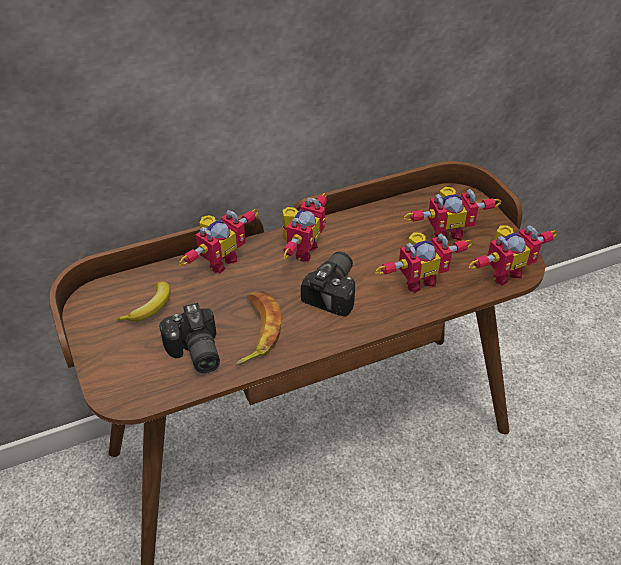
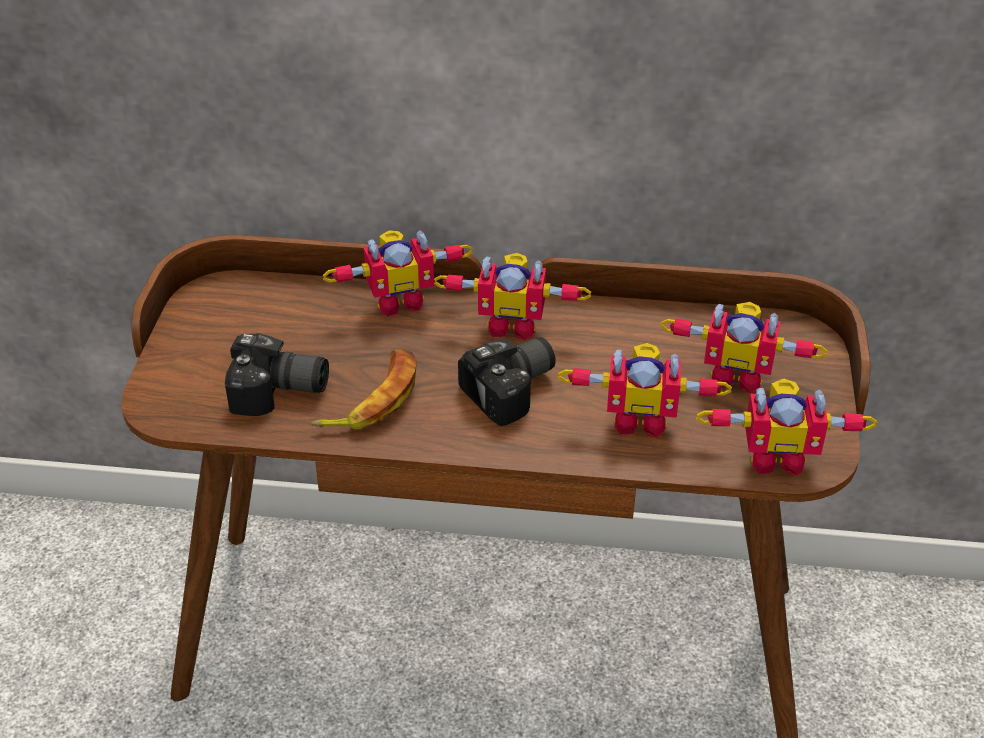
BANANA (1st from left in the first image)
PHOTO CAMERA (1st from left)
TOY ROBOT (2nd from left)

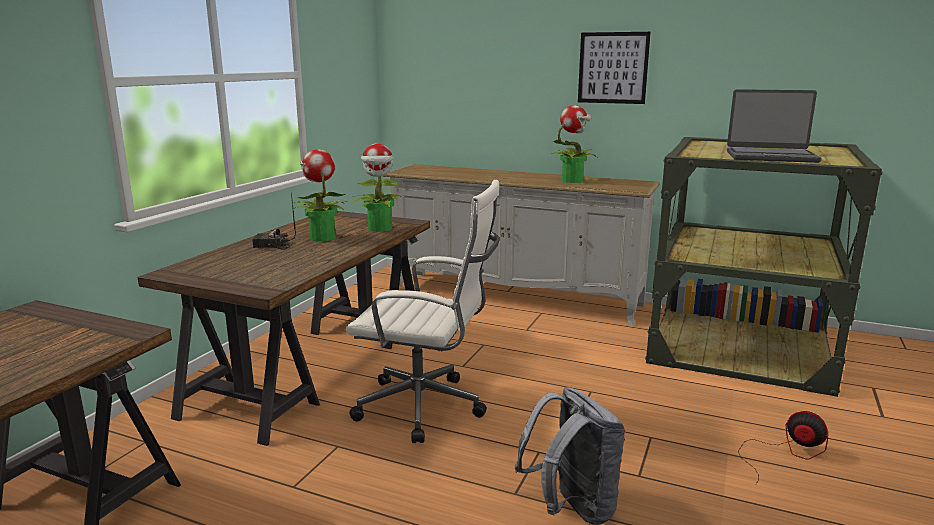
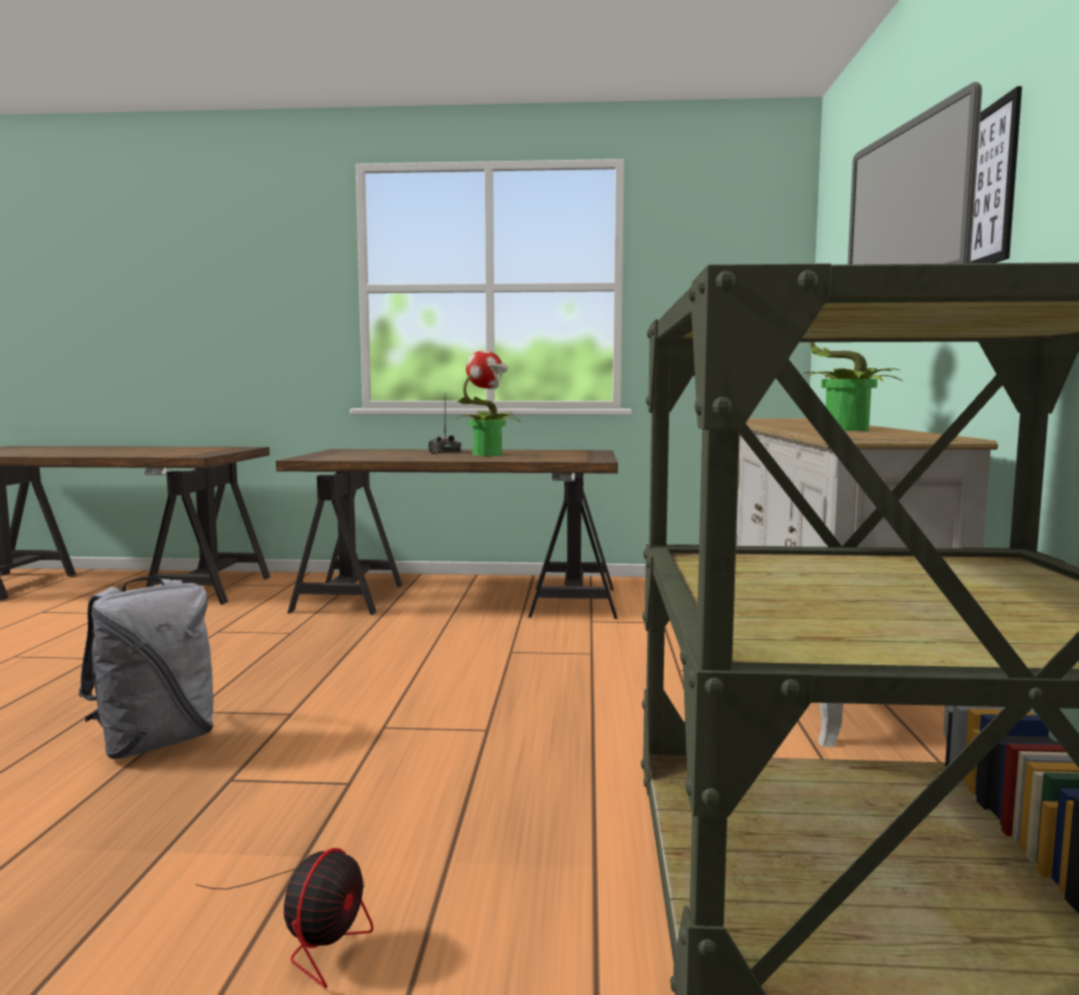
WHITE OFFICE CHAIR
POTTED PLANT (2nd from left in the first image)

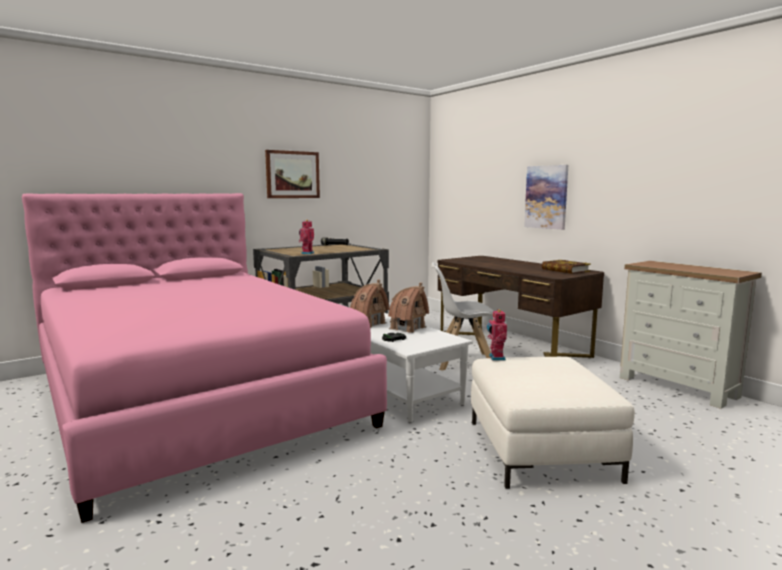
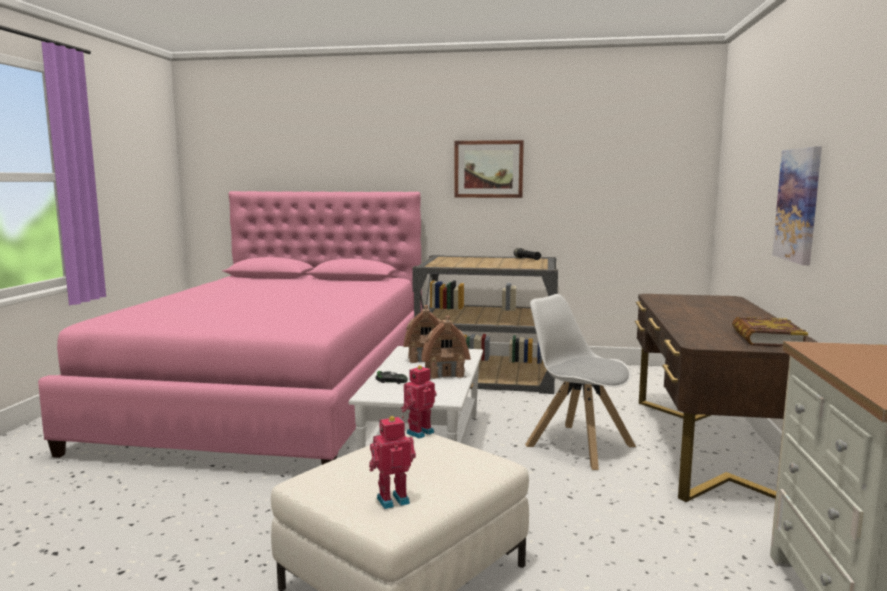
TOY ROBOT (1st from left)

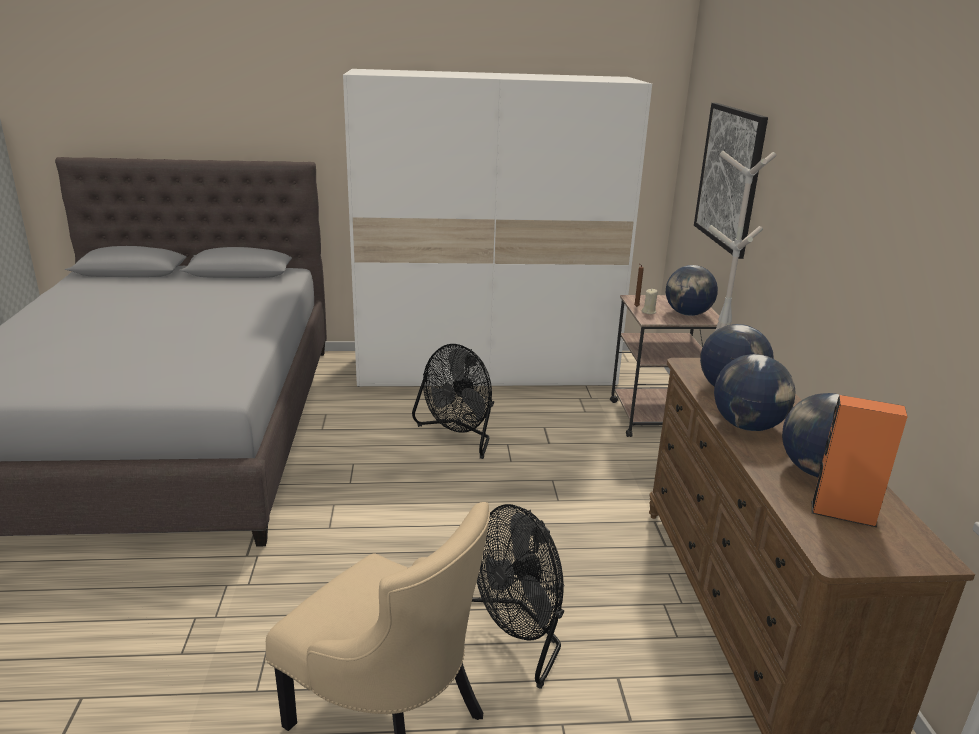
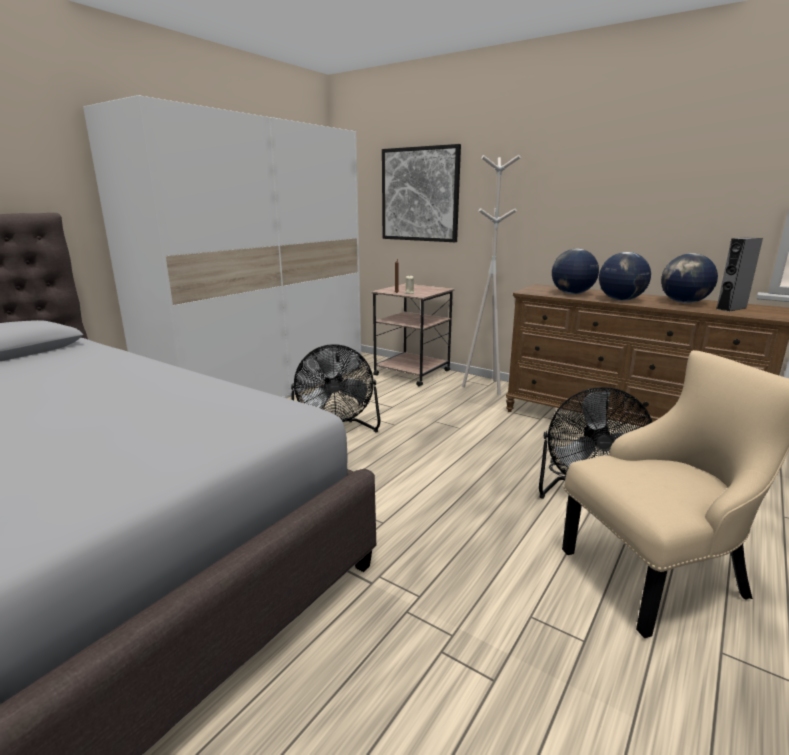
GLOBE (1st from left in the first image)
GREY SPEAKER

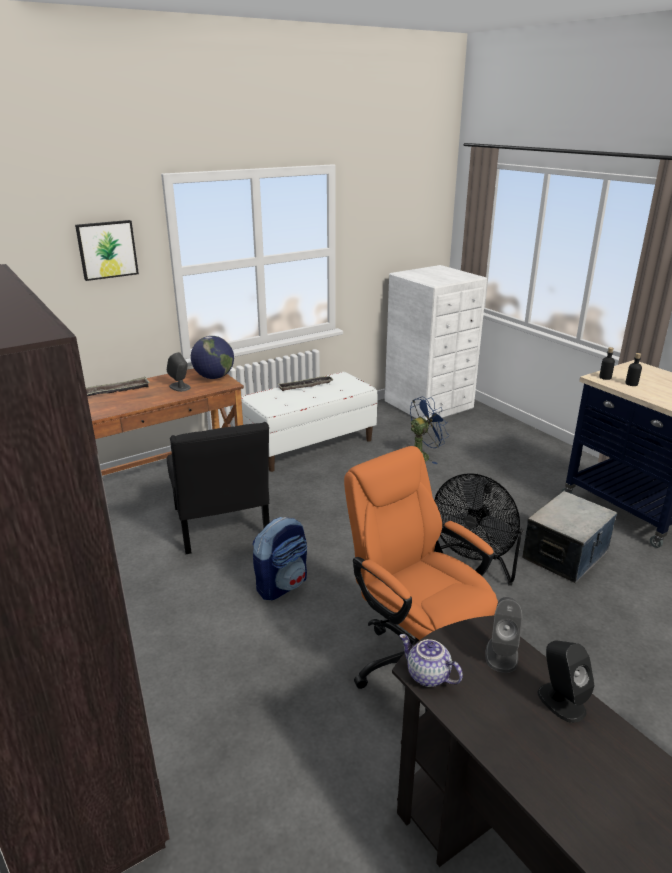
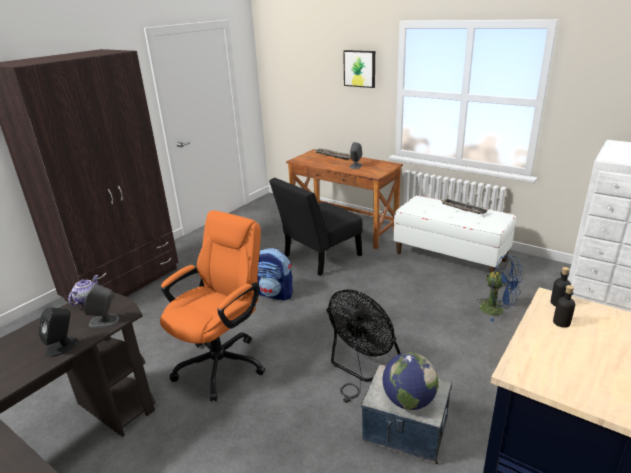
GLOBE
BLACK FAN

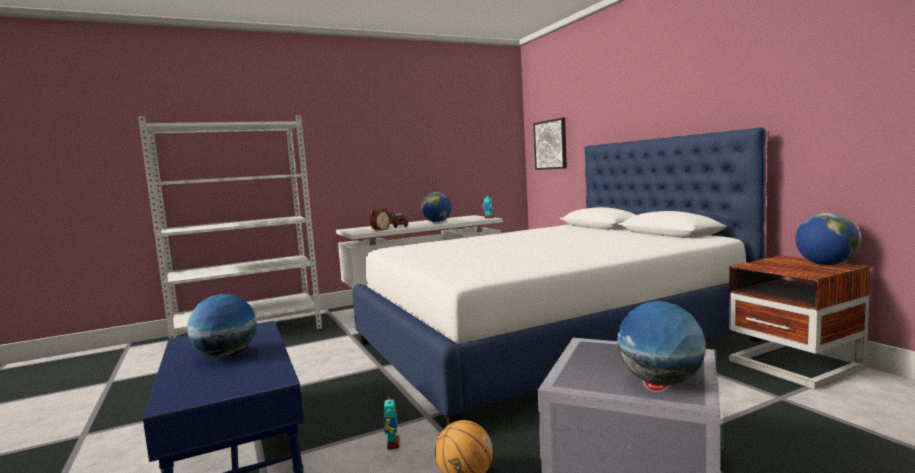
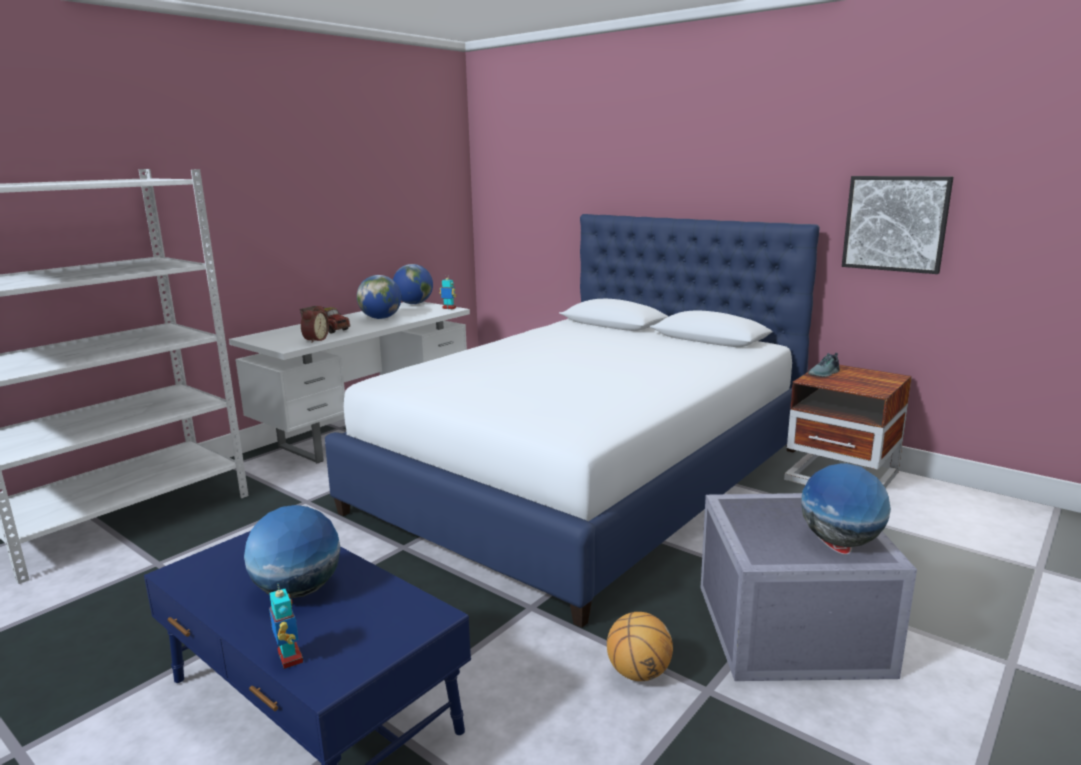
TOY ROBOT (1st from left)
PICTURE
GLOBE (3rd from left)
SHOE

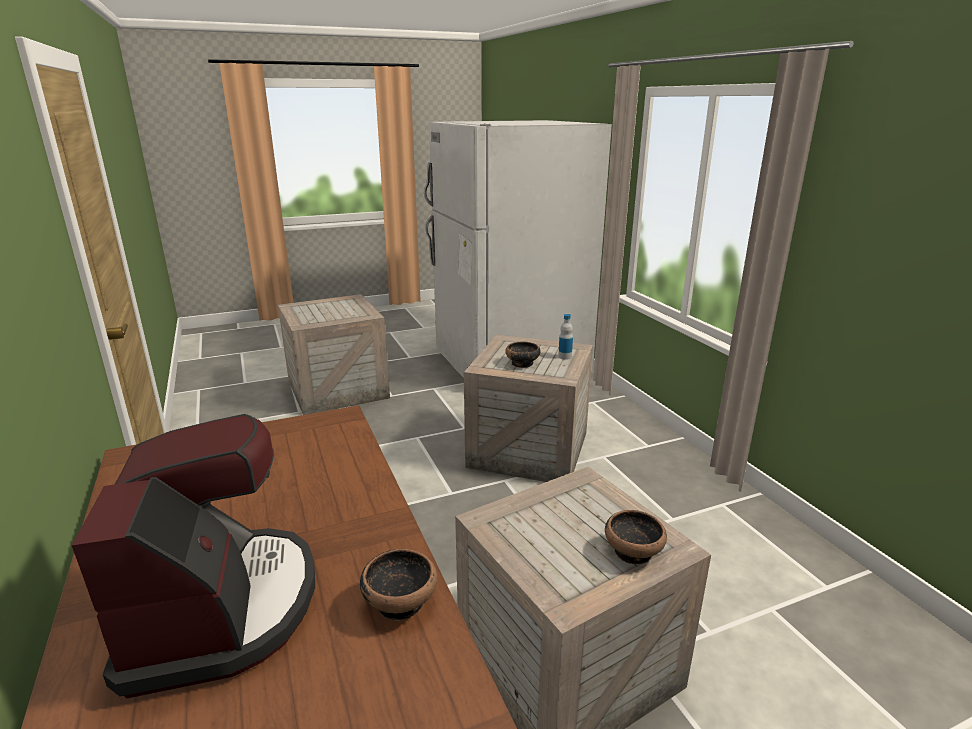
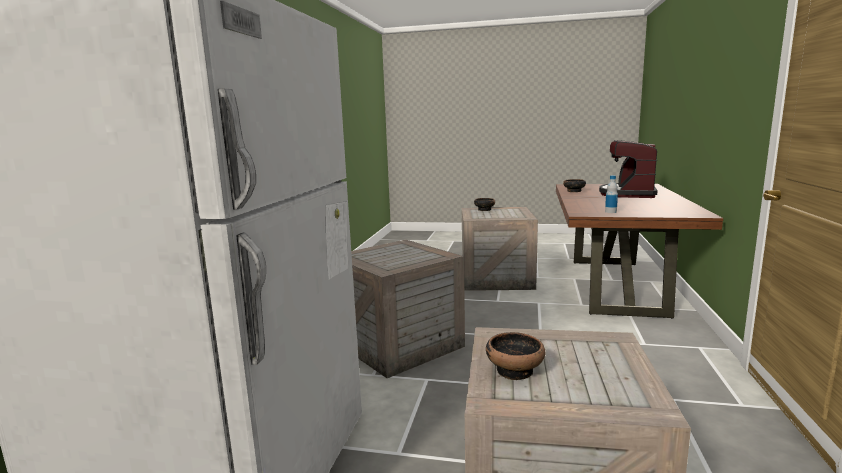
BOWL (2nd from left)
BOTTLE

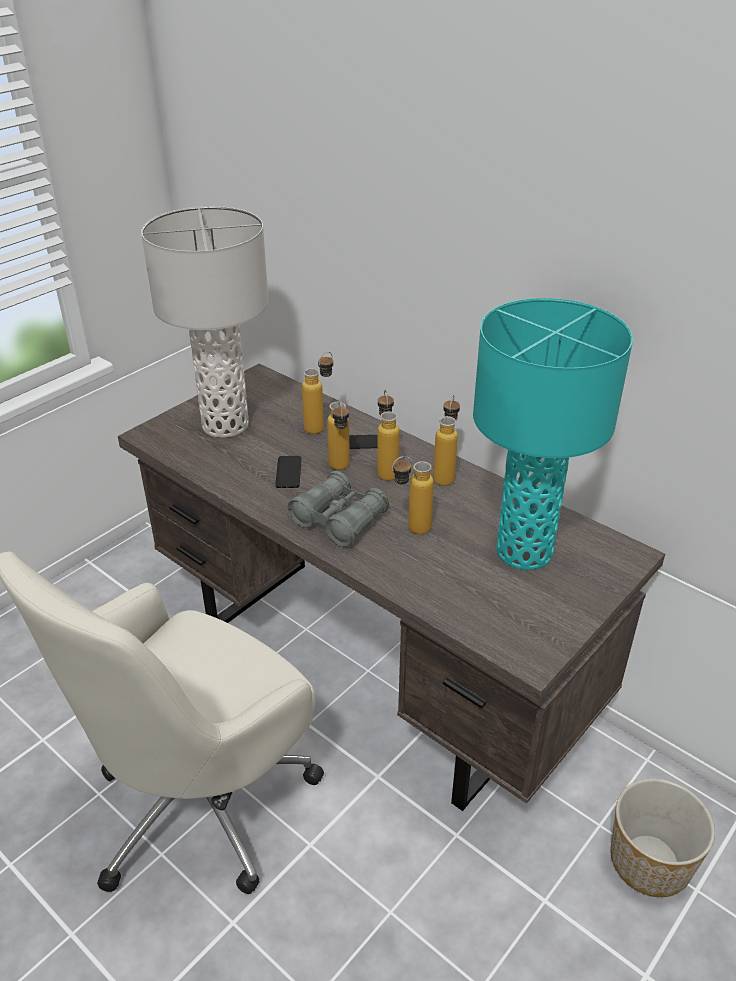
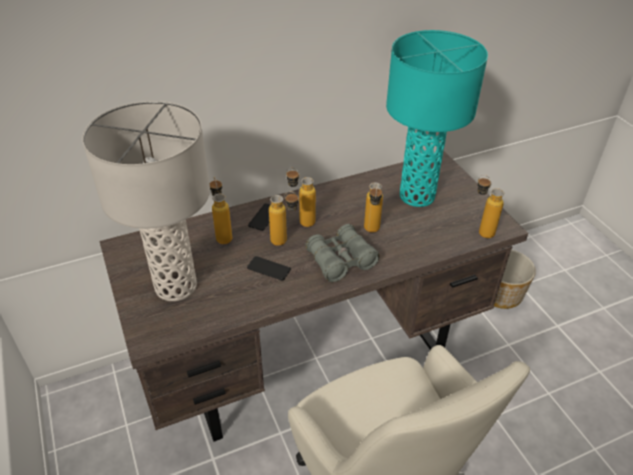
BOTTLE (5th from left)

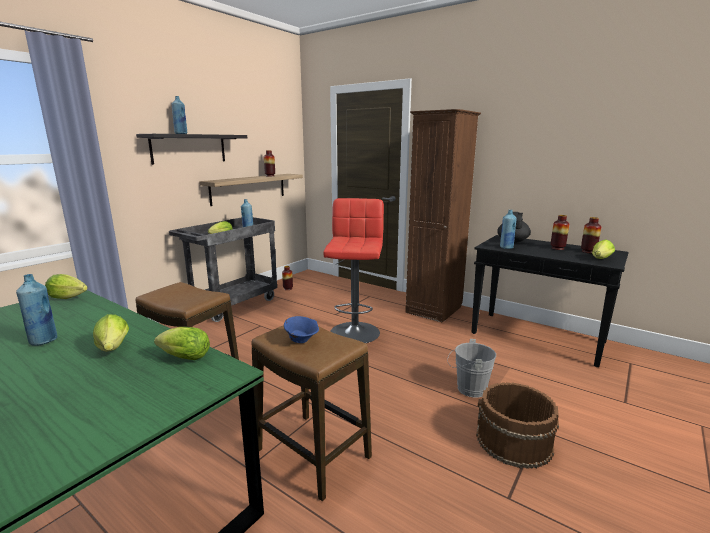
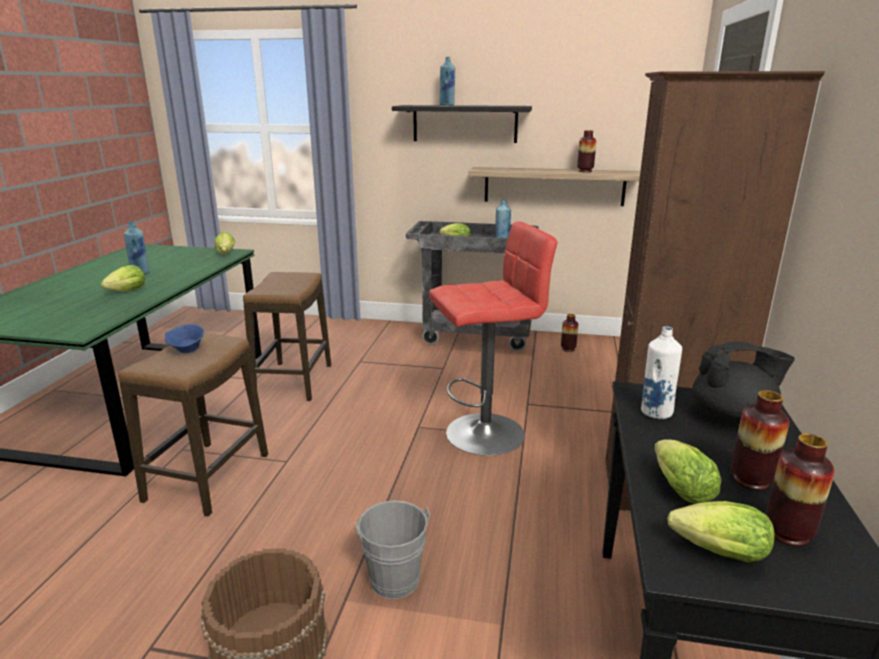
LETTUCE (4th from left)
WHITE BOTTLE

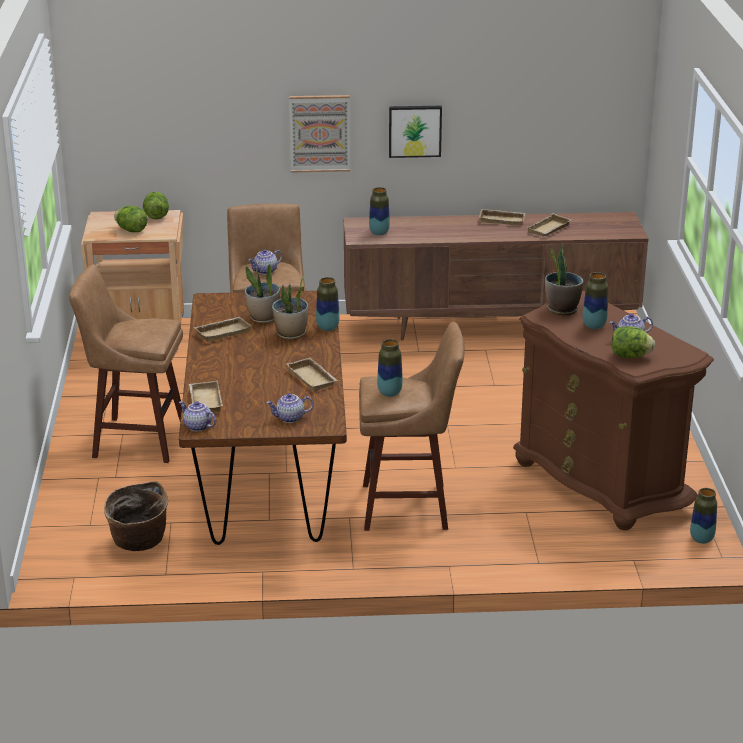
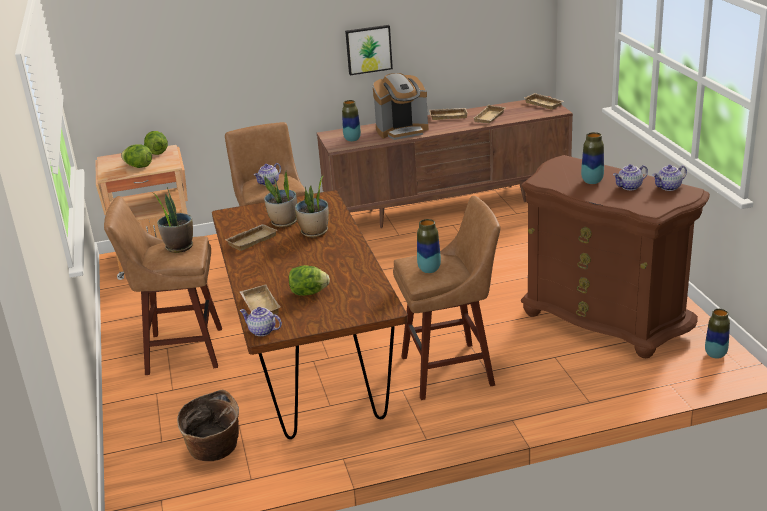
TEAPOT (4th from left)
BEIGE TRAY (5th from left)
PICTURE (1st from left in the first image)
VASE (1st from left in the first image)
POTTED PLANT (1st from left)
LETTUCE (3rd from left)
COFFEE MACHINE

